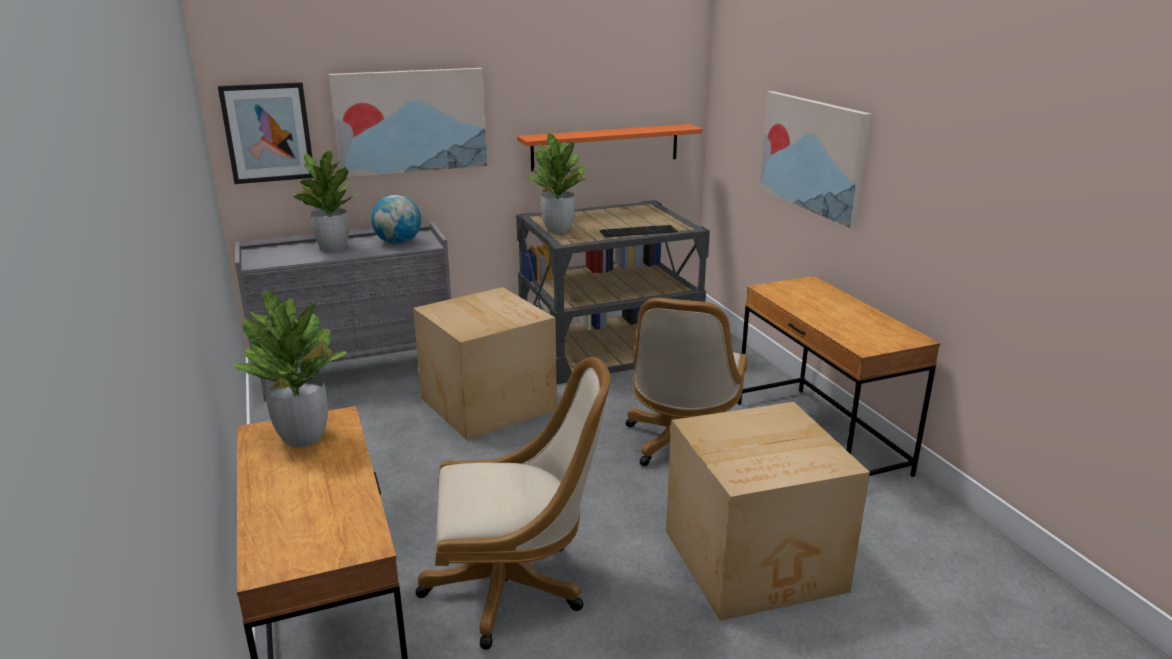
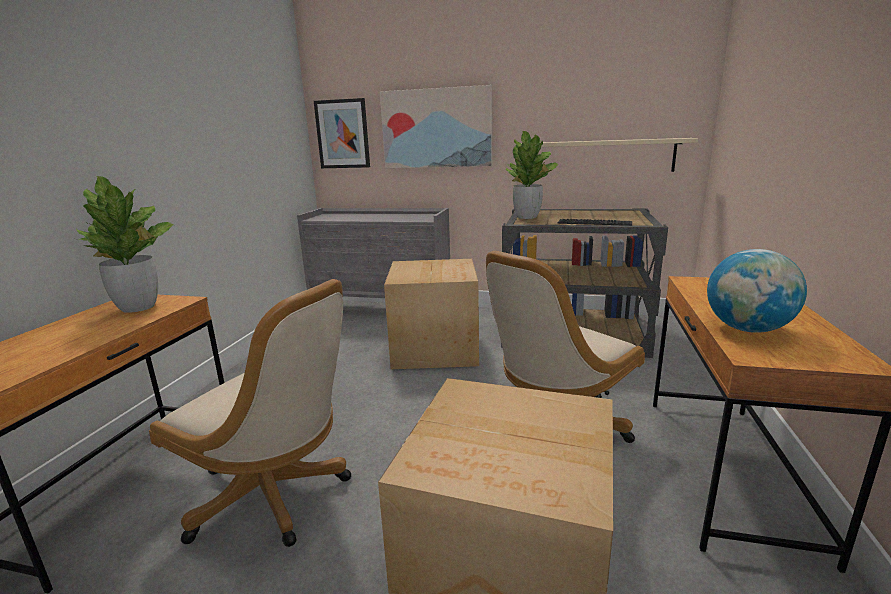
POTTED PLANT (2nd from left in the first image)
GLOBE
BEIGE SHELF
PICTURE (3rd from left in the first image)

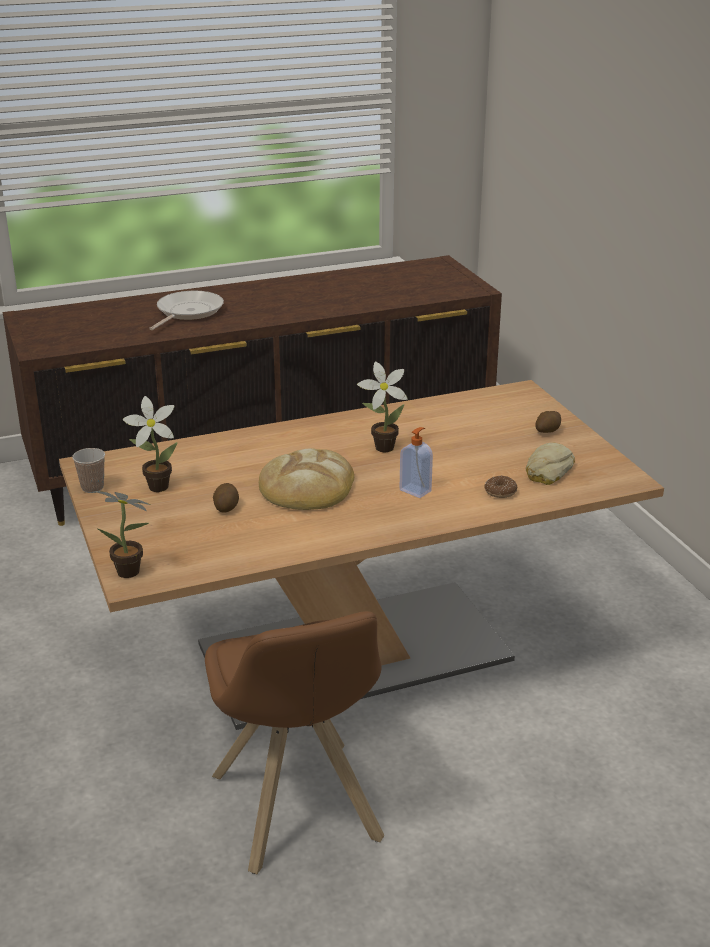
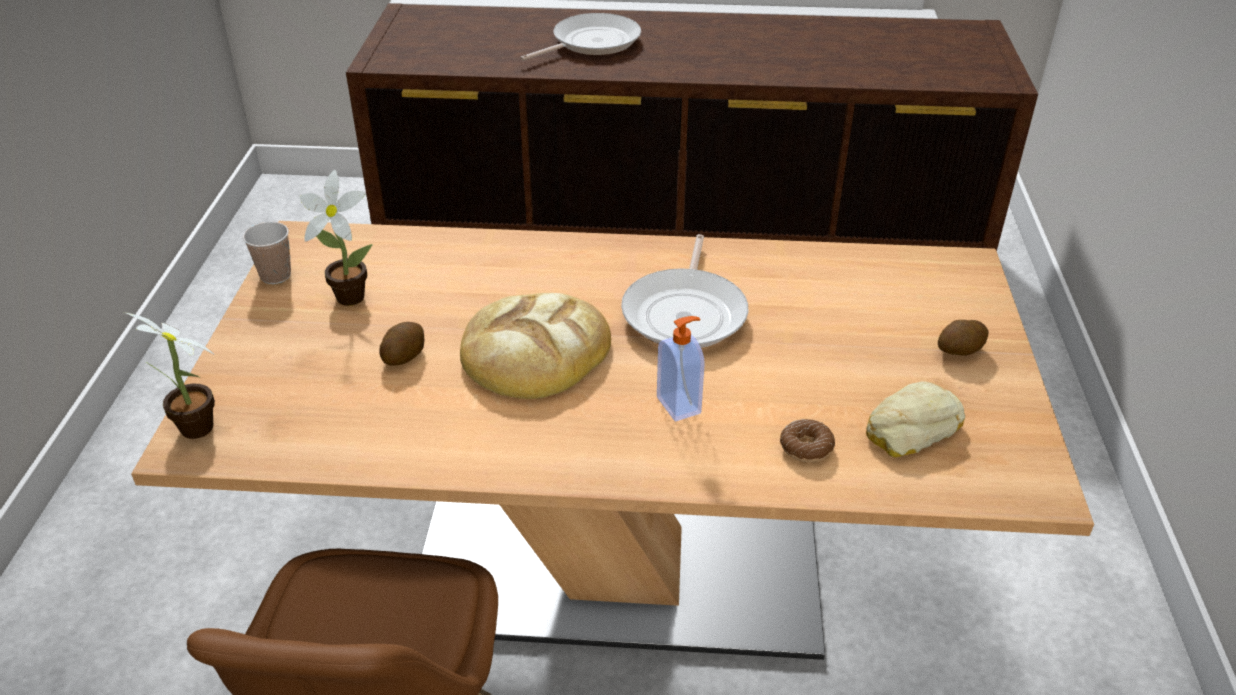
FRYING PAN (2nd from left)

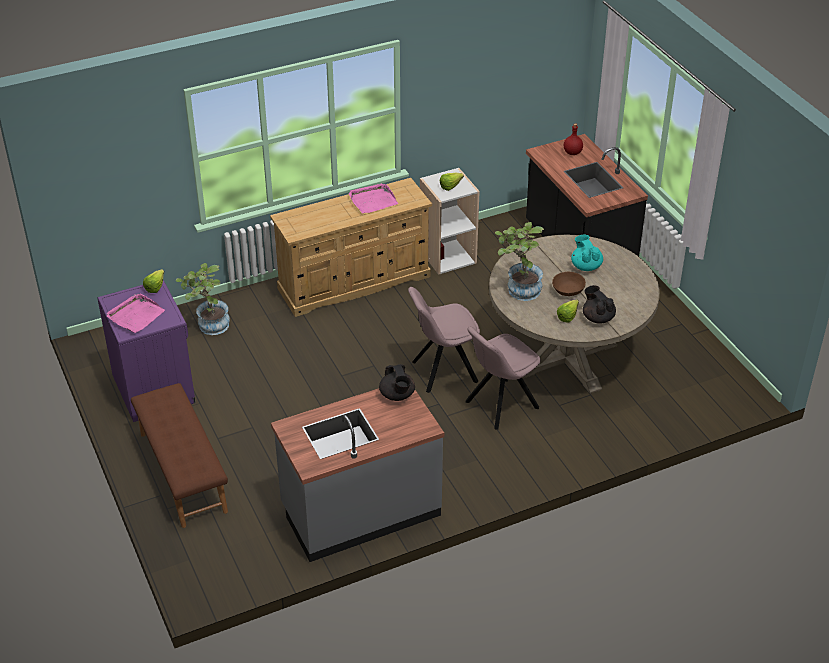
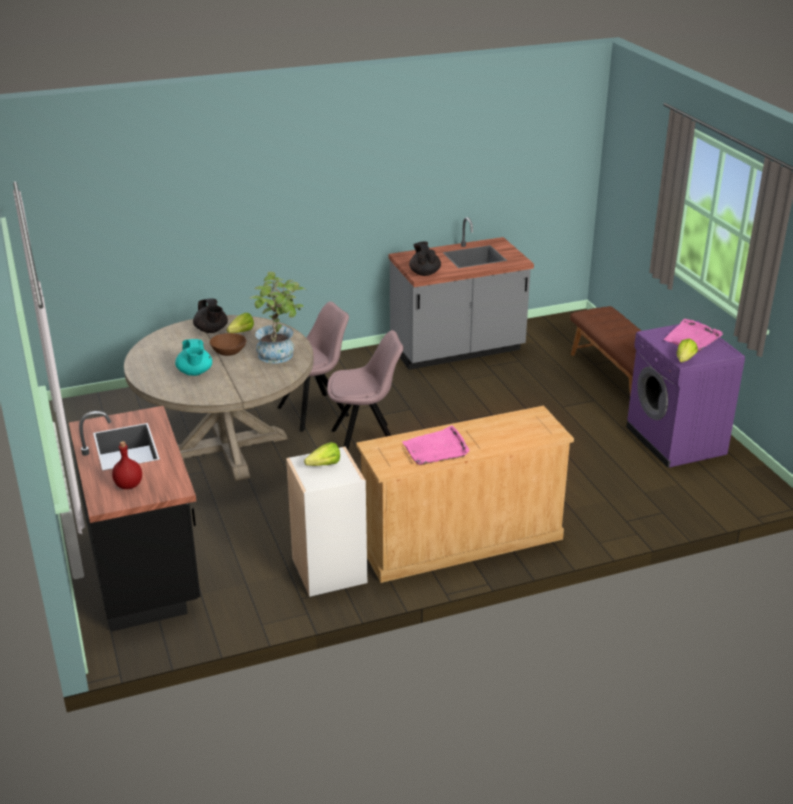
POTTED PLANT (1st from left in the first image)

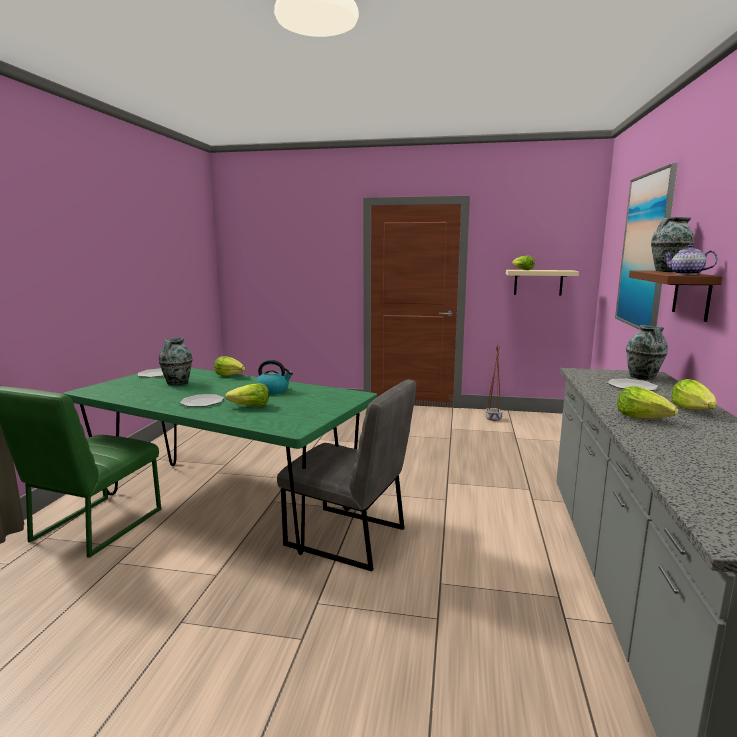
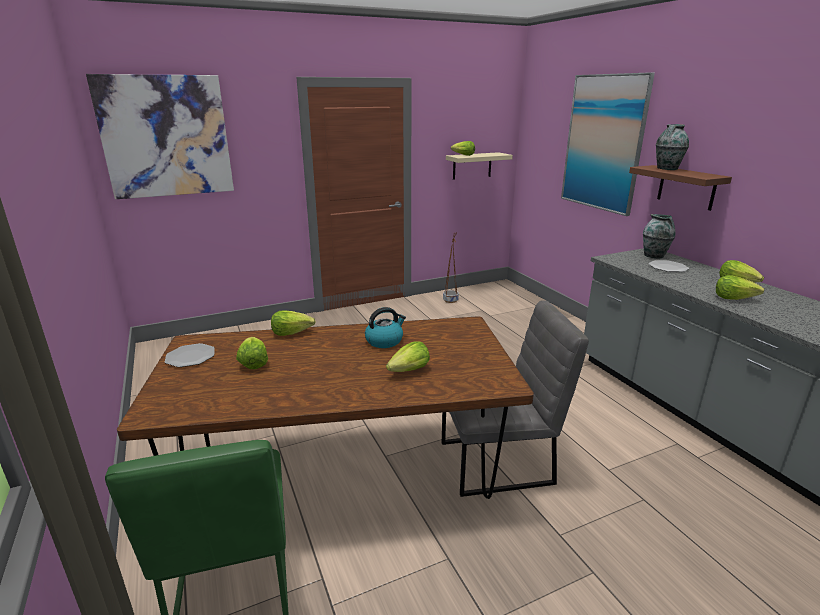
BROWN DINING TABLE
LETTUCE (1st from left)
PLATE (2nd from left in the first image)
TEAPOT
PICTURE (1st from left)

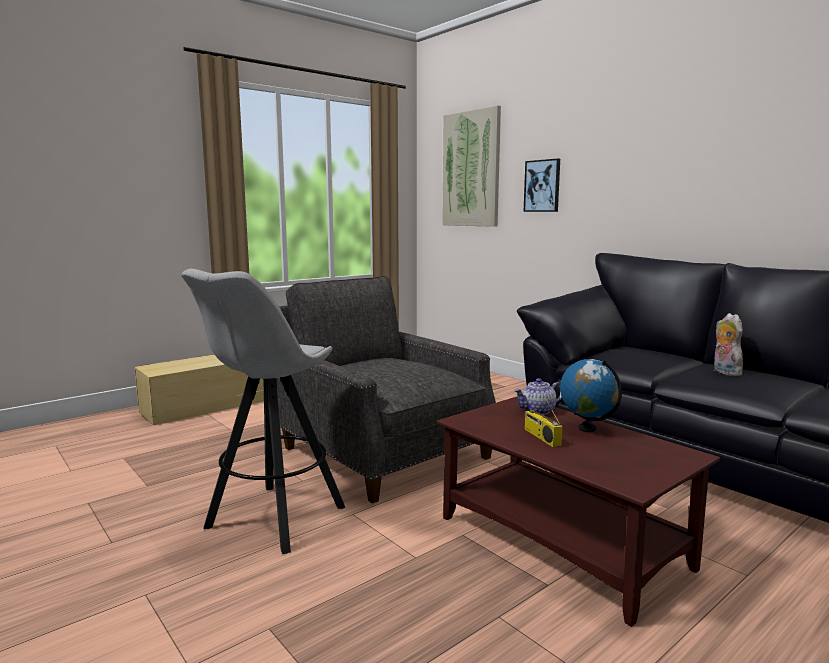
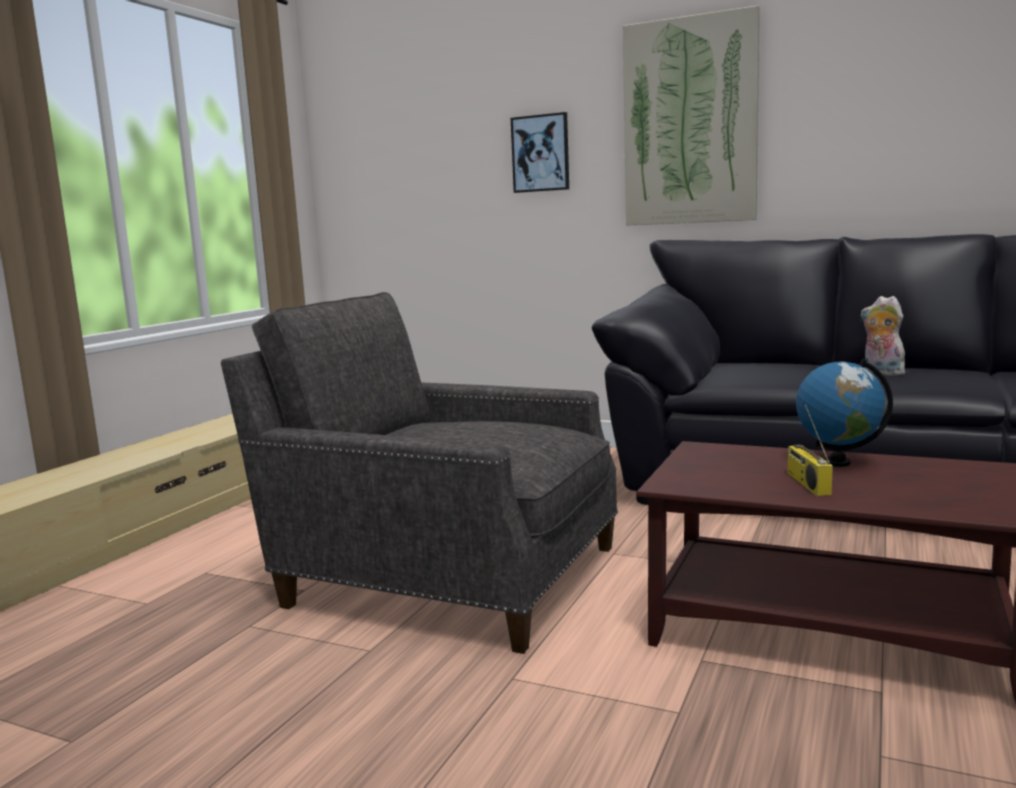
GREY STOOL
PICTURE (2nd from left)
TEAPOT
RADIO

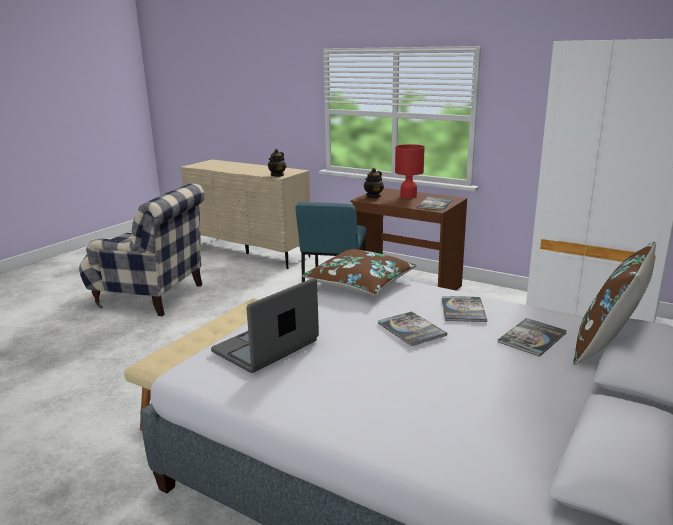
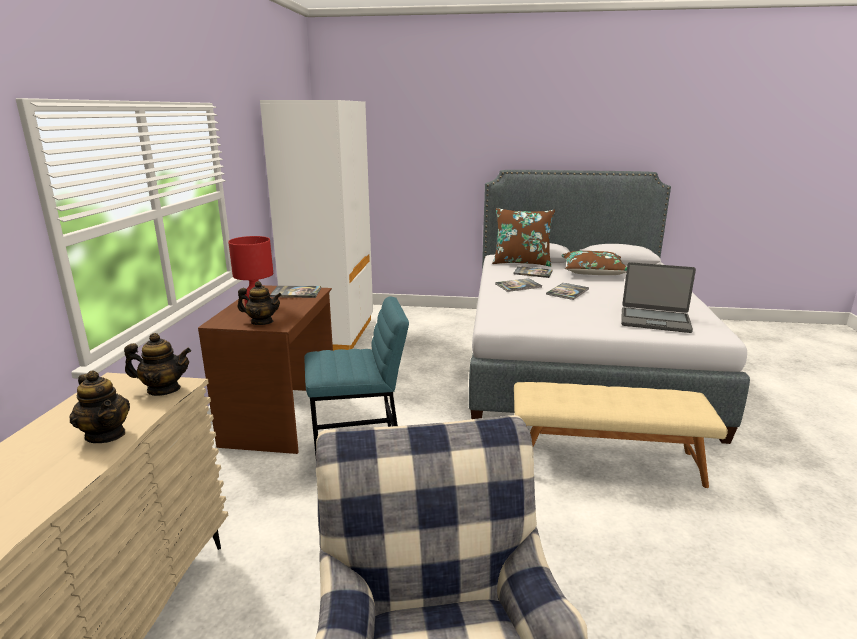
BROWN PILLOW (2nd from left)
TEAPOT (1st from left)

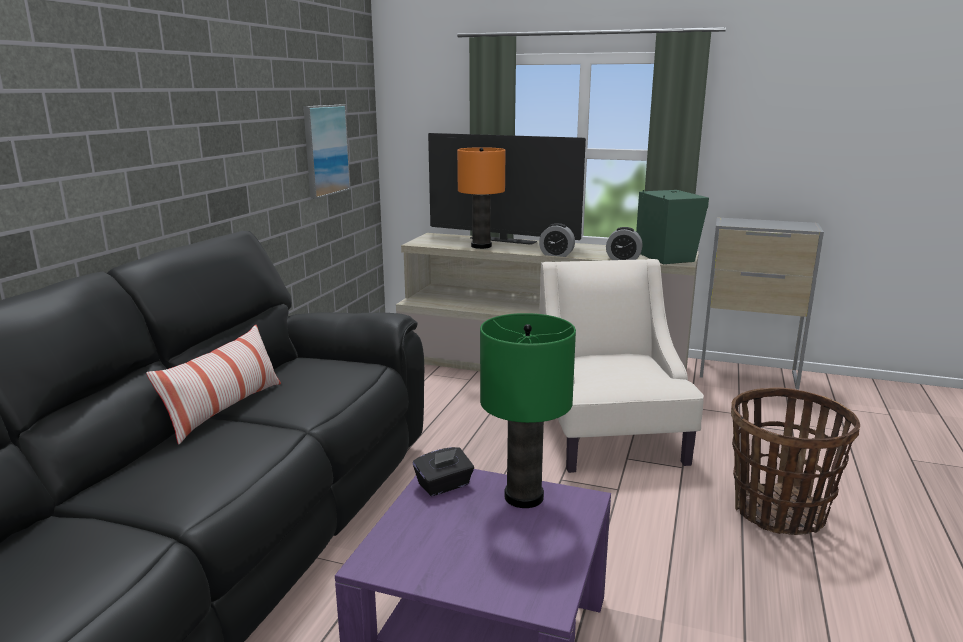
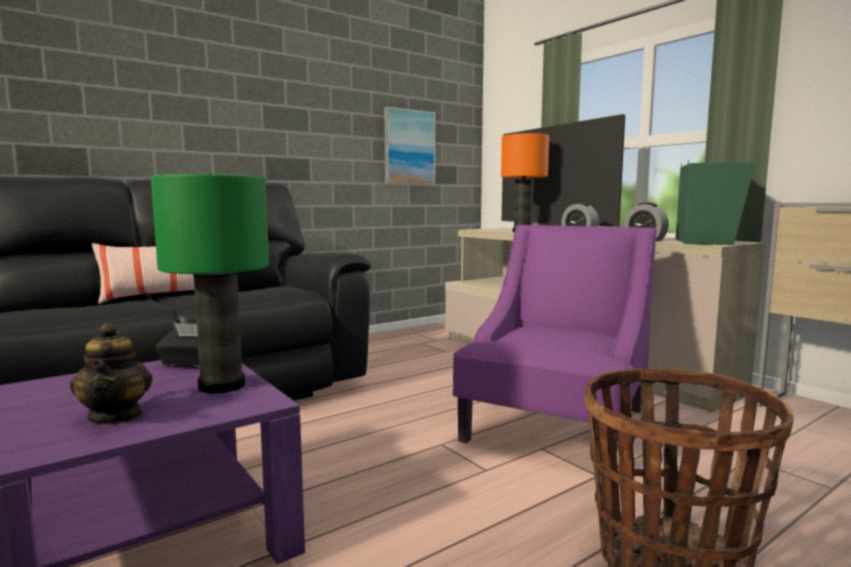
PURPLE ARMCHAIR
TEAPOT

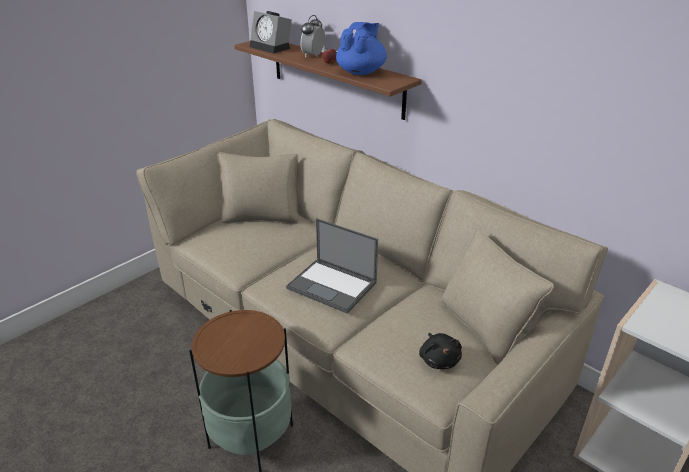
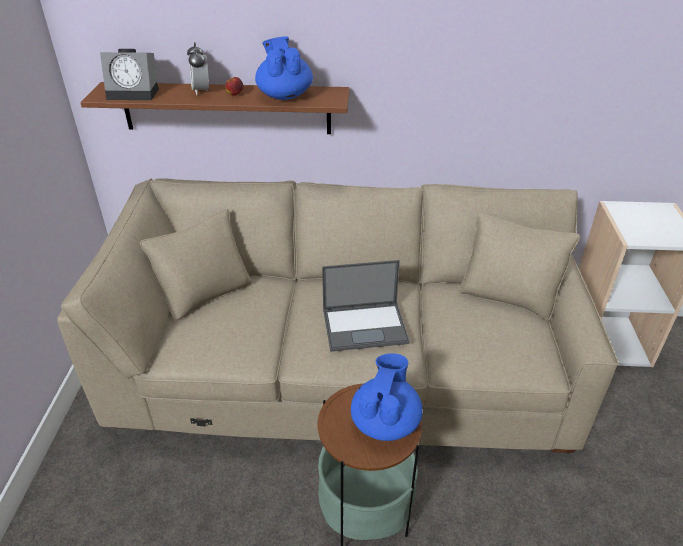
BLACK PLUSH TOY
BLUE TEAPOT (2nd from left)

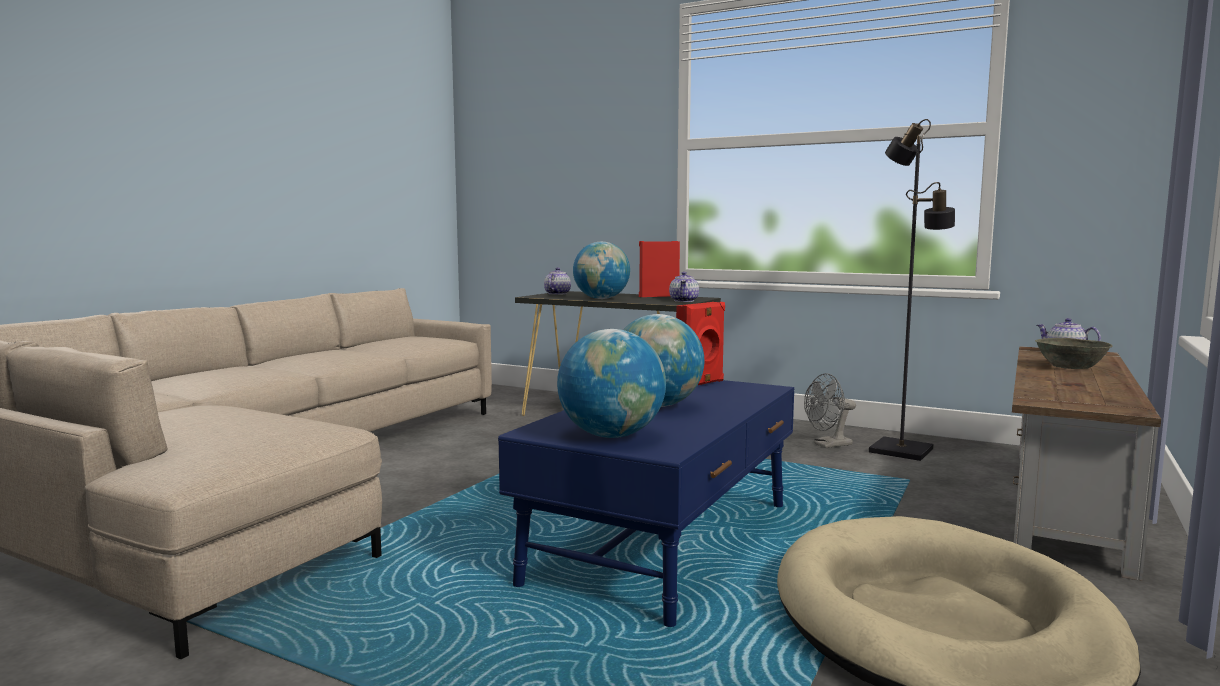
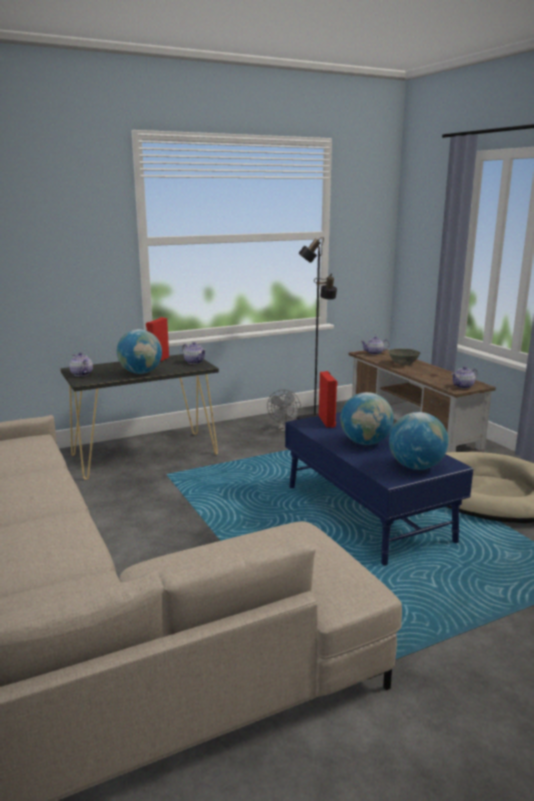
TEAPOT (4th from left)

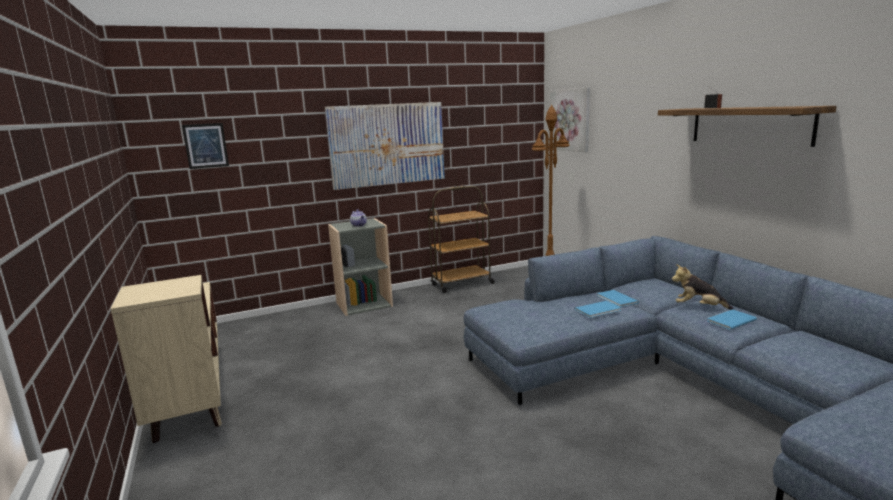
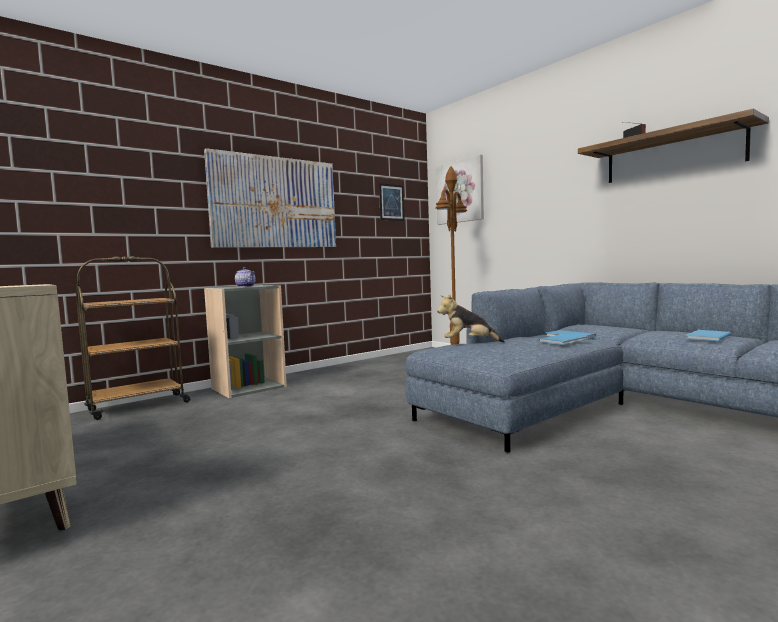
PICTURE (2nd from left)
BROWN CART
PLUSH TOY

